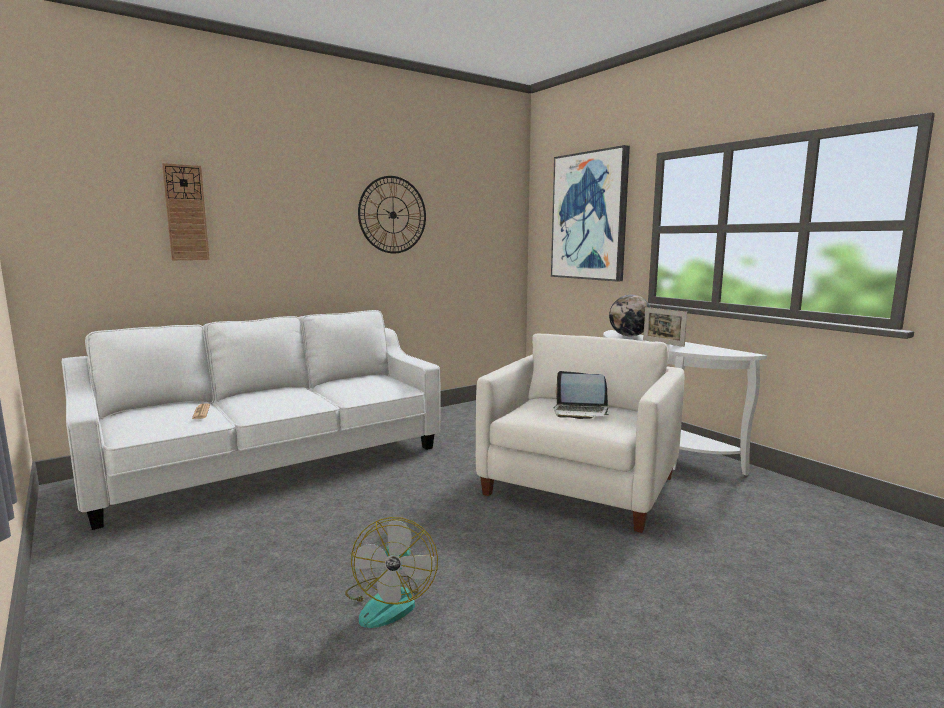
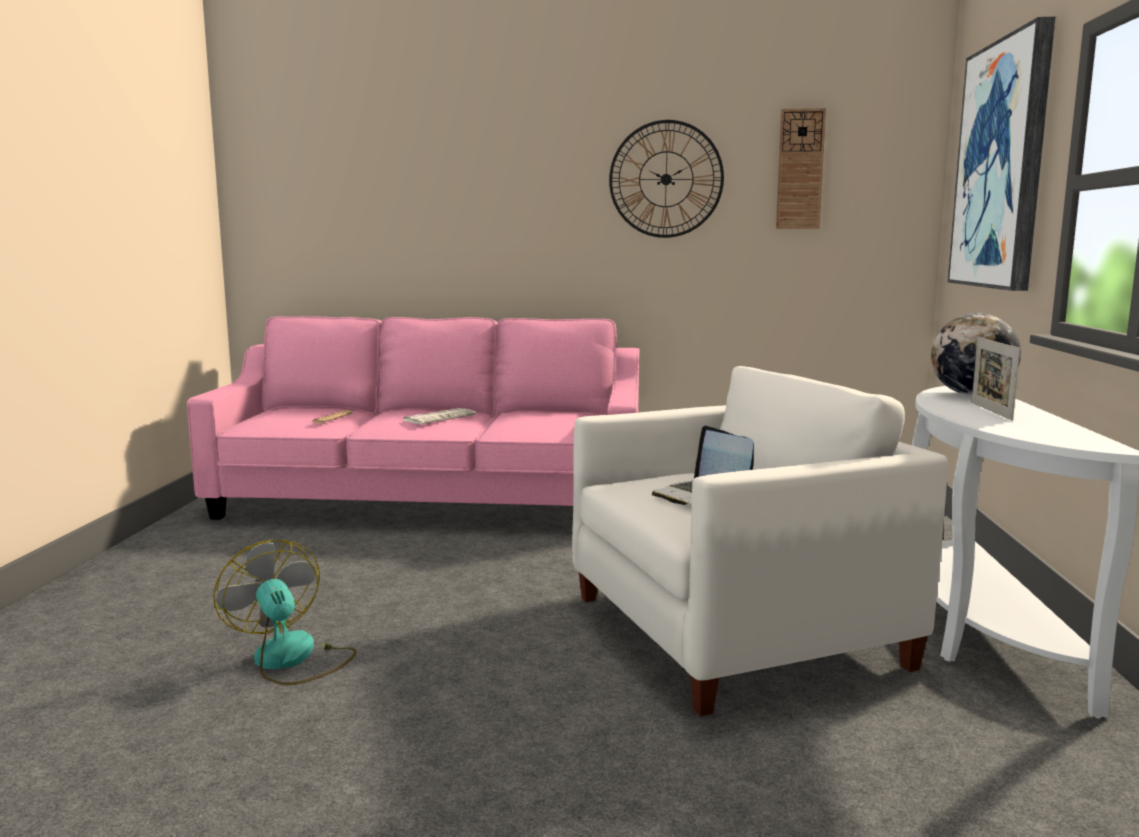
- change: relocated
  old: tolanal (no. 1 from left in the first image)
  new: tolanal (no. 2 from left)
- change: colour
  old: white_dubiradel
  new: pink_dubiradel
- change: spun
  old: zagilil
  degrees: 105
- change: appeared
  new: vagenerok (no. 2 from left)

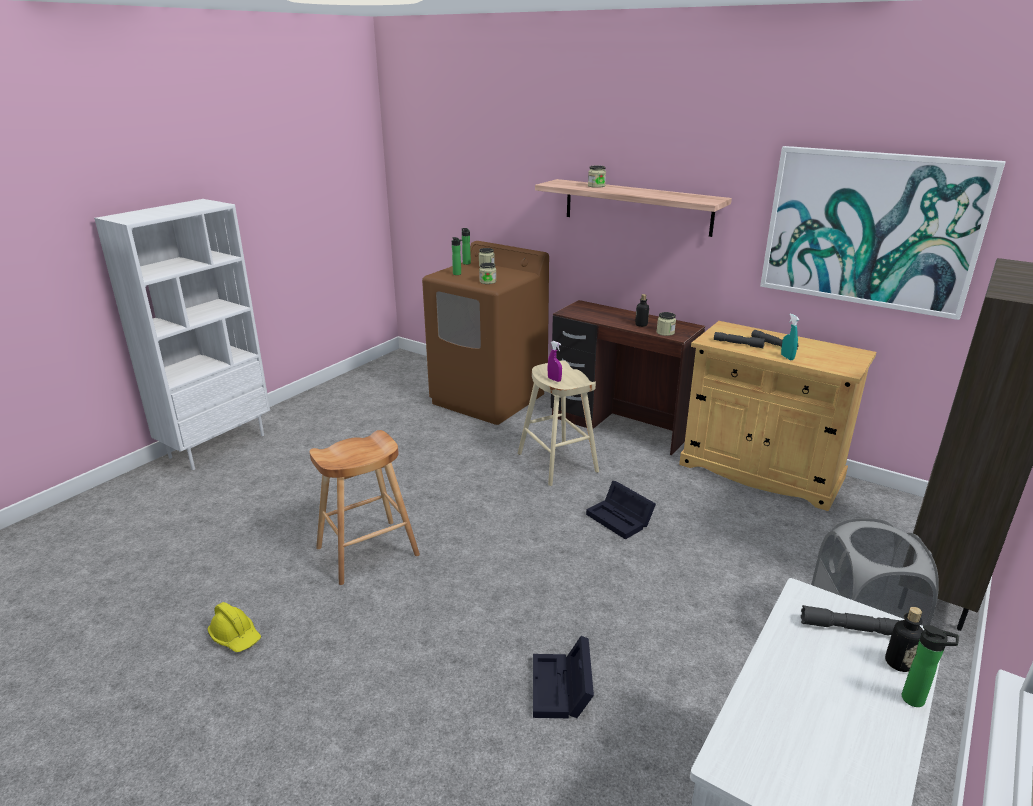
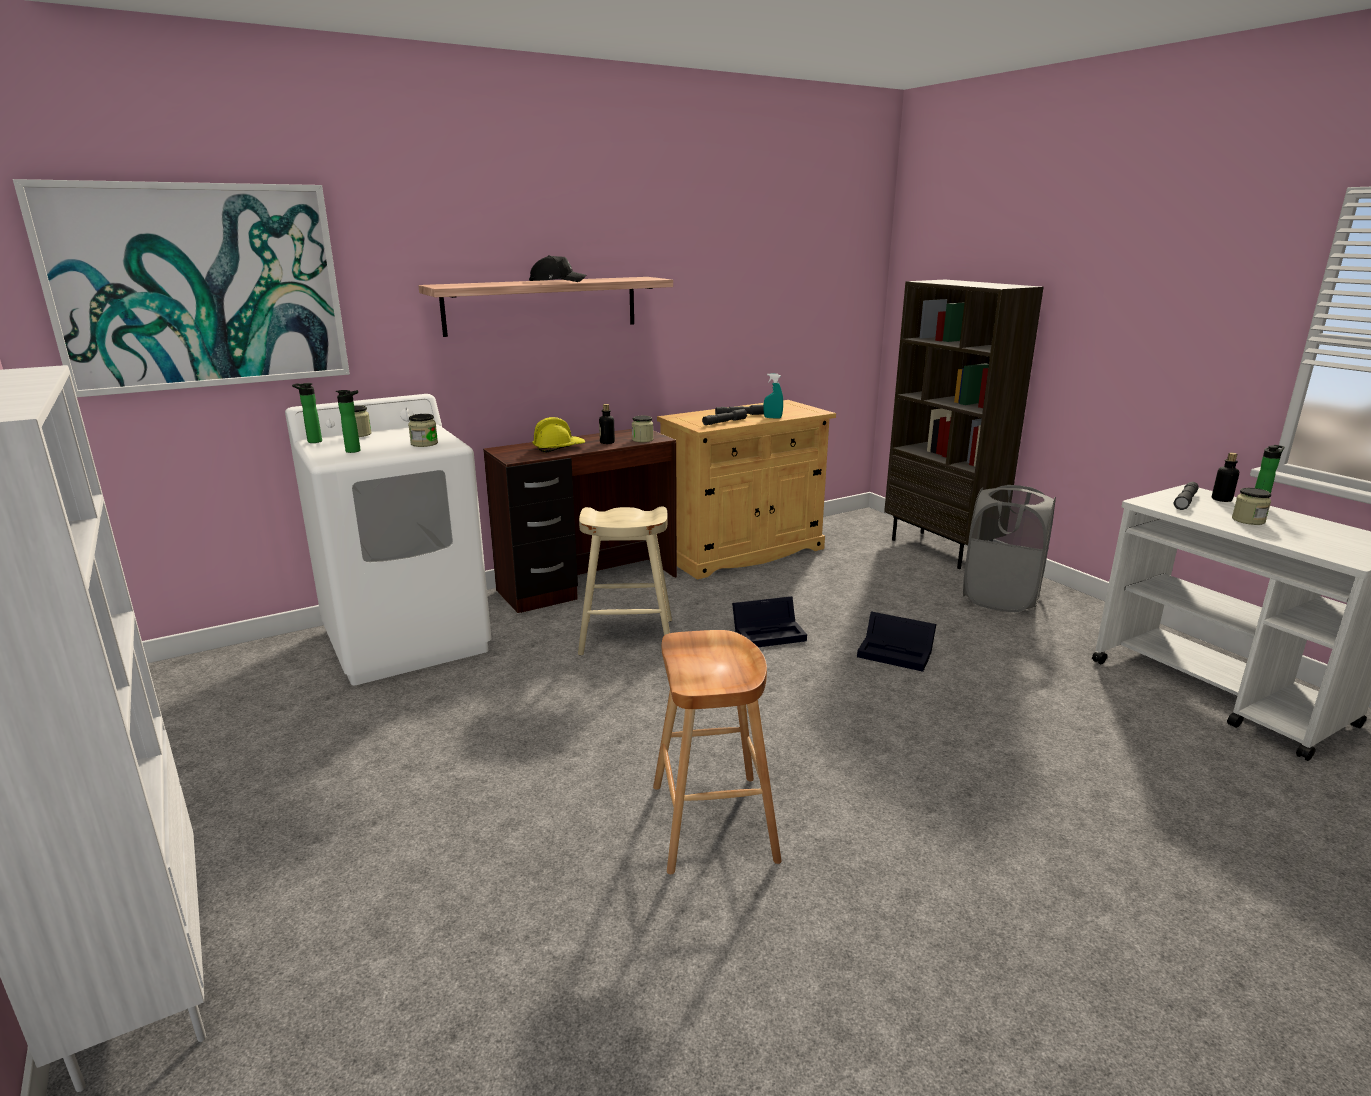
- change: relocated
  old: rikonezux
- change: relocated
  old: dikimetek (no. 3 from left in the first image)
  new: dikimetek (no. 4 from left)
- change: colour
  old: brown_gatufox
  new: white_gatufox
- change: missing
  old: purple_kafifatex
- change: relocated
  old: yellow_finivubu
- change: relocated
  old: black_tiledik (no. 1 from left in the first image)
  new: black_tiledik (no. 2 from left)
- change: appeared
  new: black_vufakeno

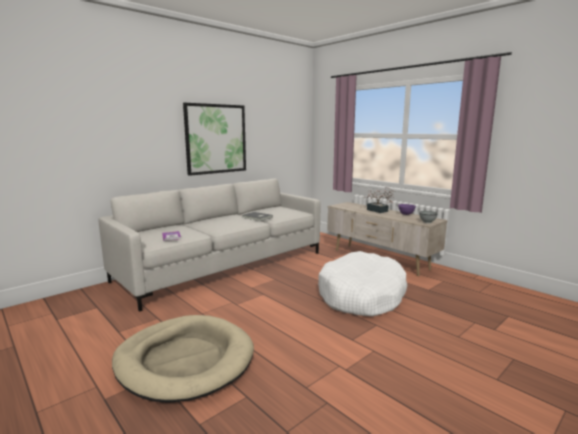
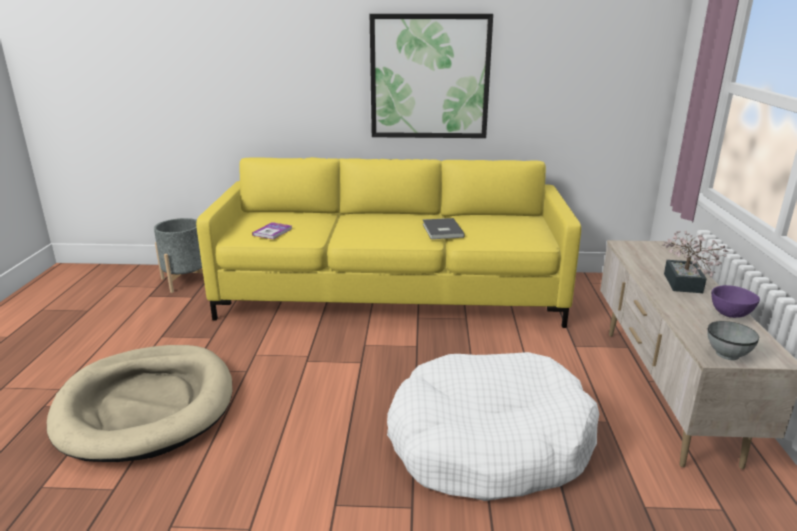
- change: colour
  old: grey_dubiradel
  new: yellow_dubiradel
- change: appeared
  new: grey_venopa

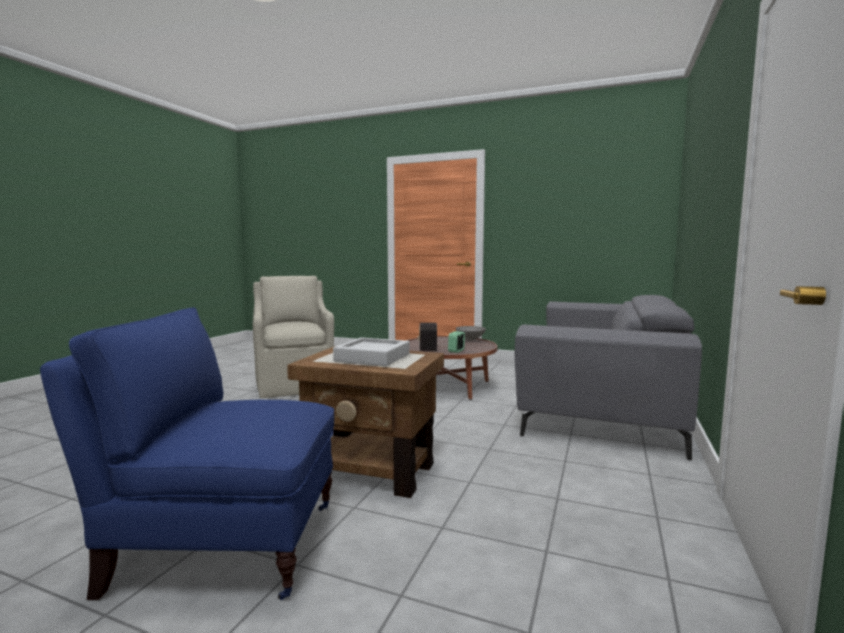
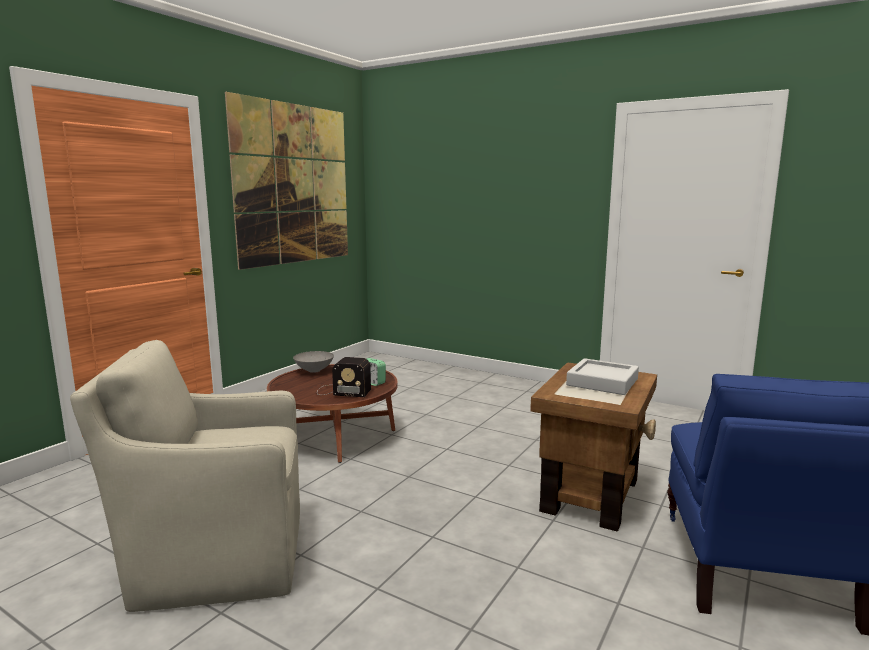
- change: missing
  old: grey_dubiradel
- change: appeared
  new: rikonezux

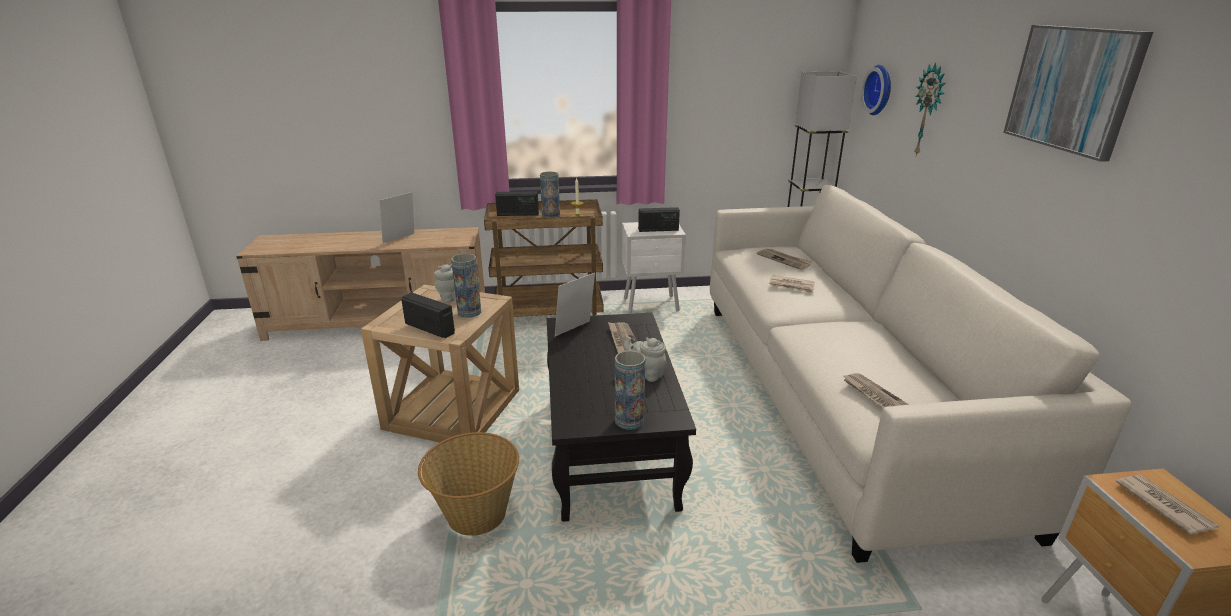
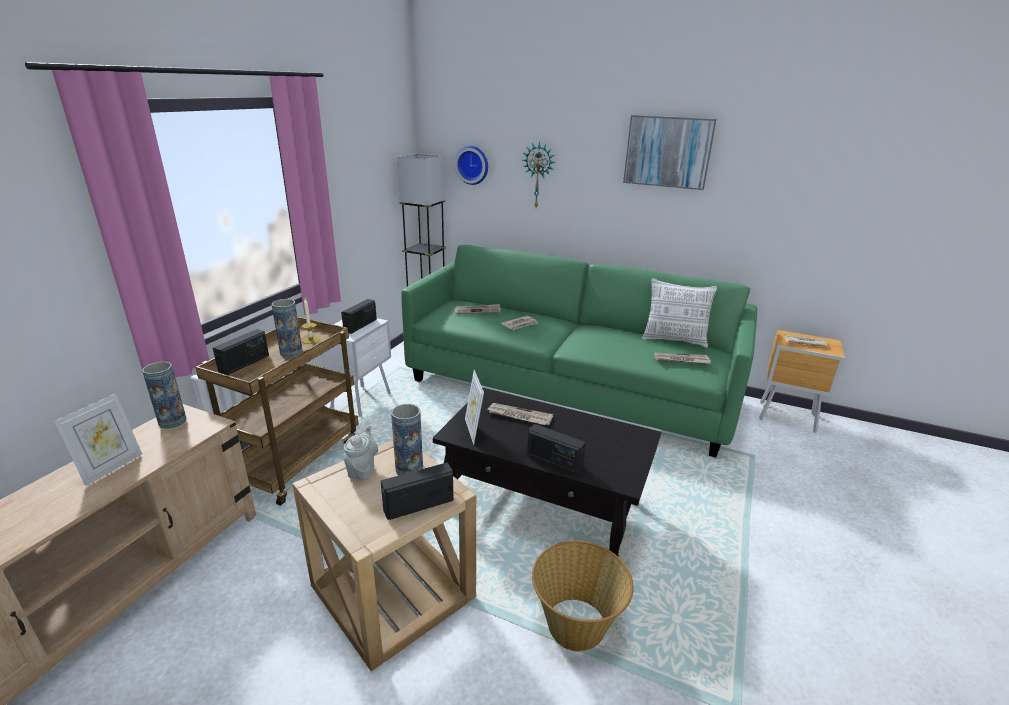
- change: colour
  old: white_dubiradel
  new: green_dubiradel
- change: spun
  old: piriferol (no. 1 from left)
  degrees: -135
- change: missing
  old: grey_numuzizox (no. 2 from left)
- change: relocated
  old: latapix (no. 3 from left in the first image)
  new: latapix (no. 1 from left)
- change: appeared
  new: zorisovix
- change: appeared
  new: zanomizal (no. 4 from left)

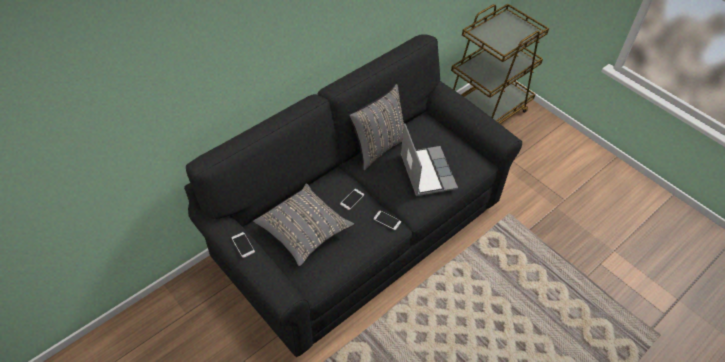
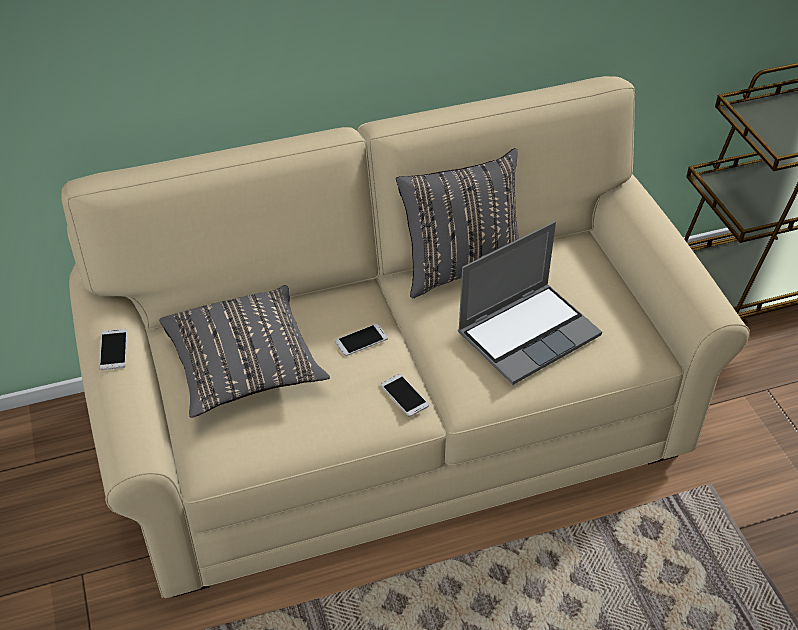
- change: colour
  old: black_dubiradel
  new: beige_dubiradel
- change: spun
  old: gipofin
  degrees: 45

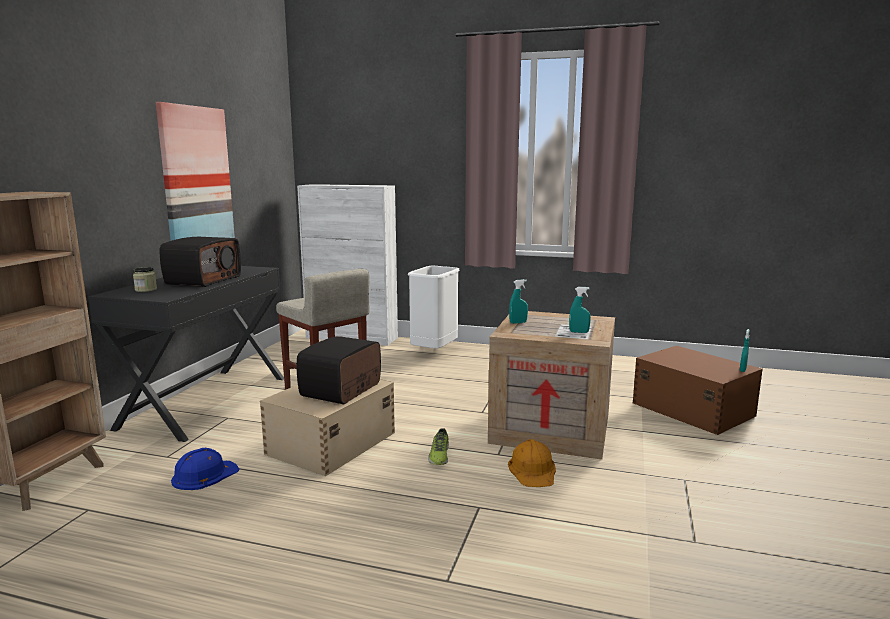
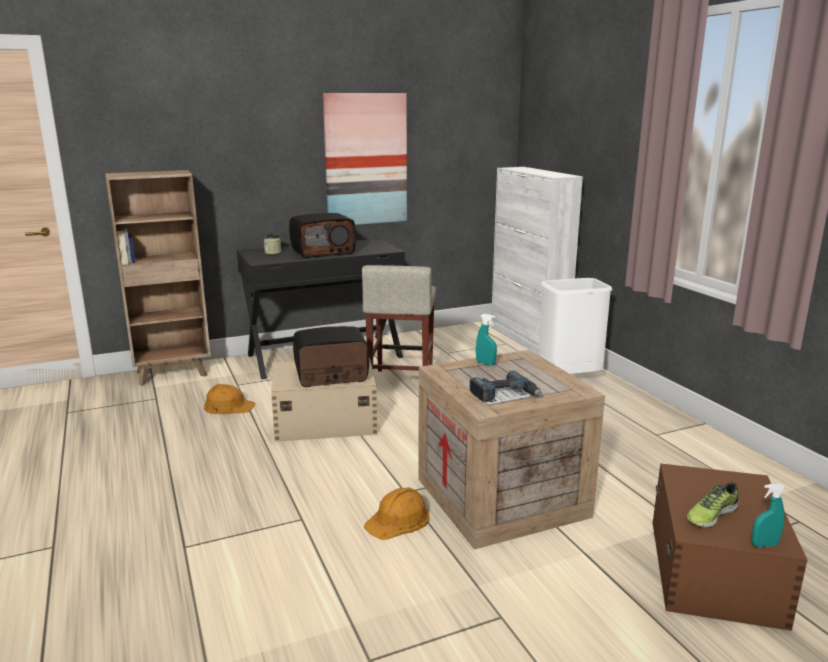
- change: exchanged
  old: turquoise_kafifatex (no. 2 from left)
  new: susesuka
- change: relocated
  old: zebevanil
- change: colour
  old: blue_finivubu
  new: orange_finivubu (no. 1 from left)

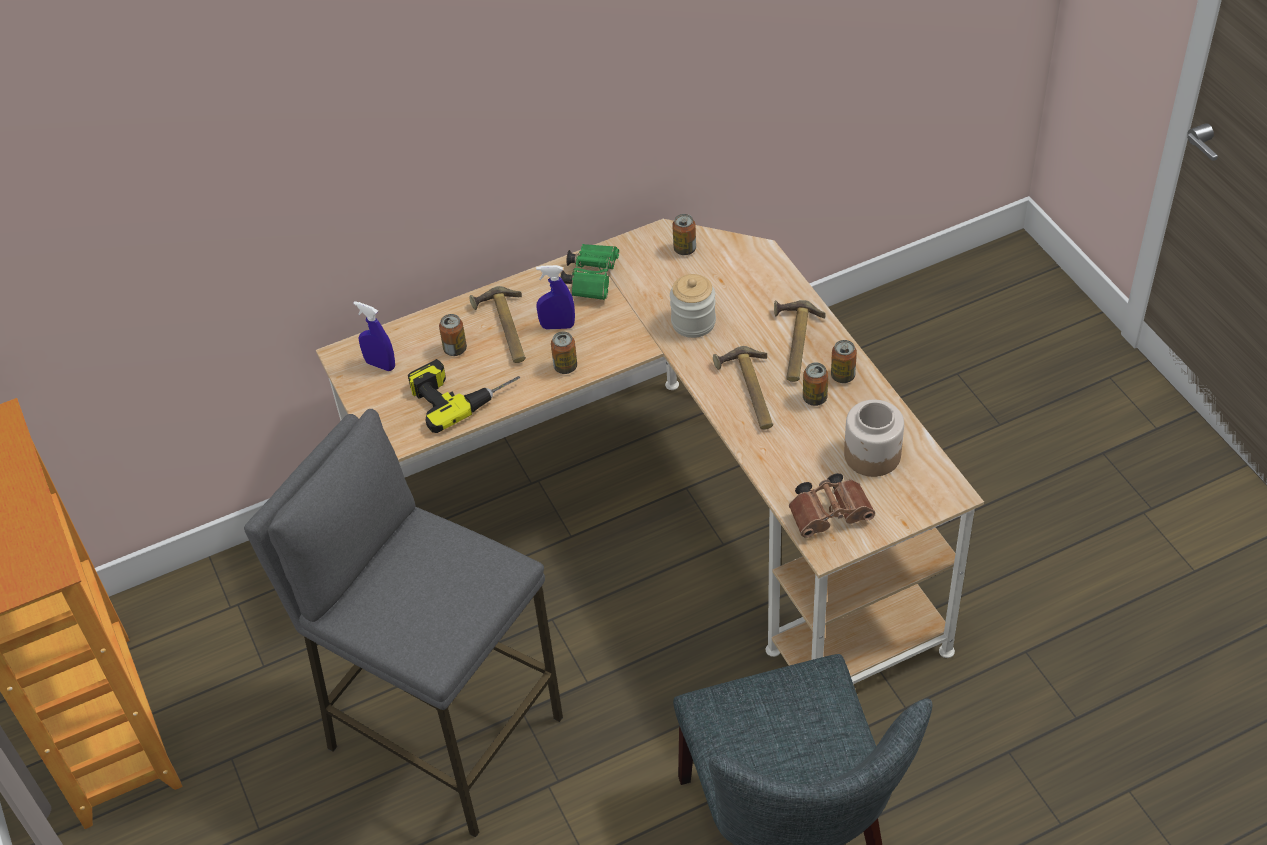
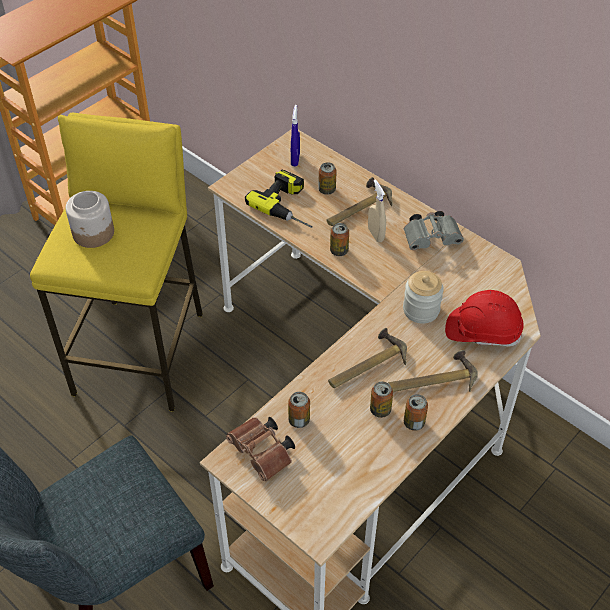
- change: relocated
  old: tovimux (no. 3 from left in the first image)
  new: tovimux (no. 1 from left)
- change: colour
  old: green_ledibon
  new: grey_ledibon
- change: colour
  old: blue_kafifatex (no. 2 from left)
  new: beige_kafifatex
- change: relocated
  old: dikimetek (no. 2 from left in the first image)
  new: dikimetek (no. 1 from left)
- change: colour
  old: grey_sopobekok
  new: yellow_sopobekok
- change: appeared
  new: red_finivubu

